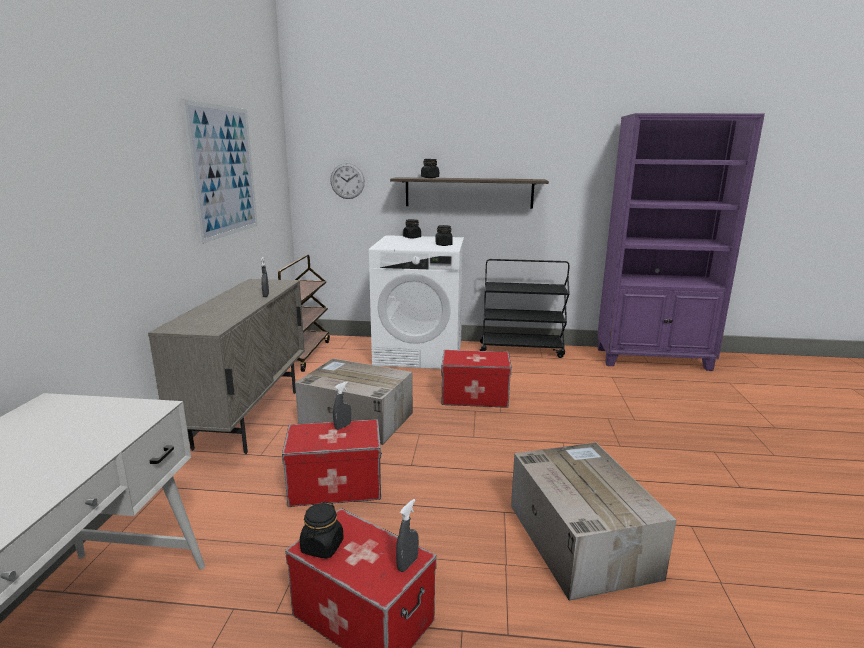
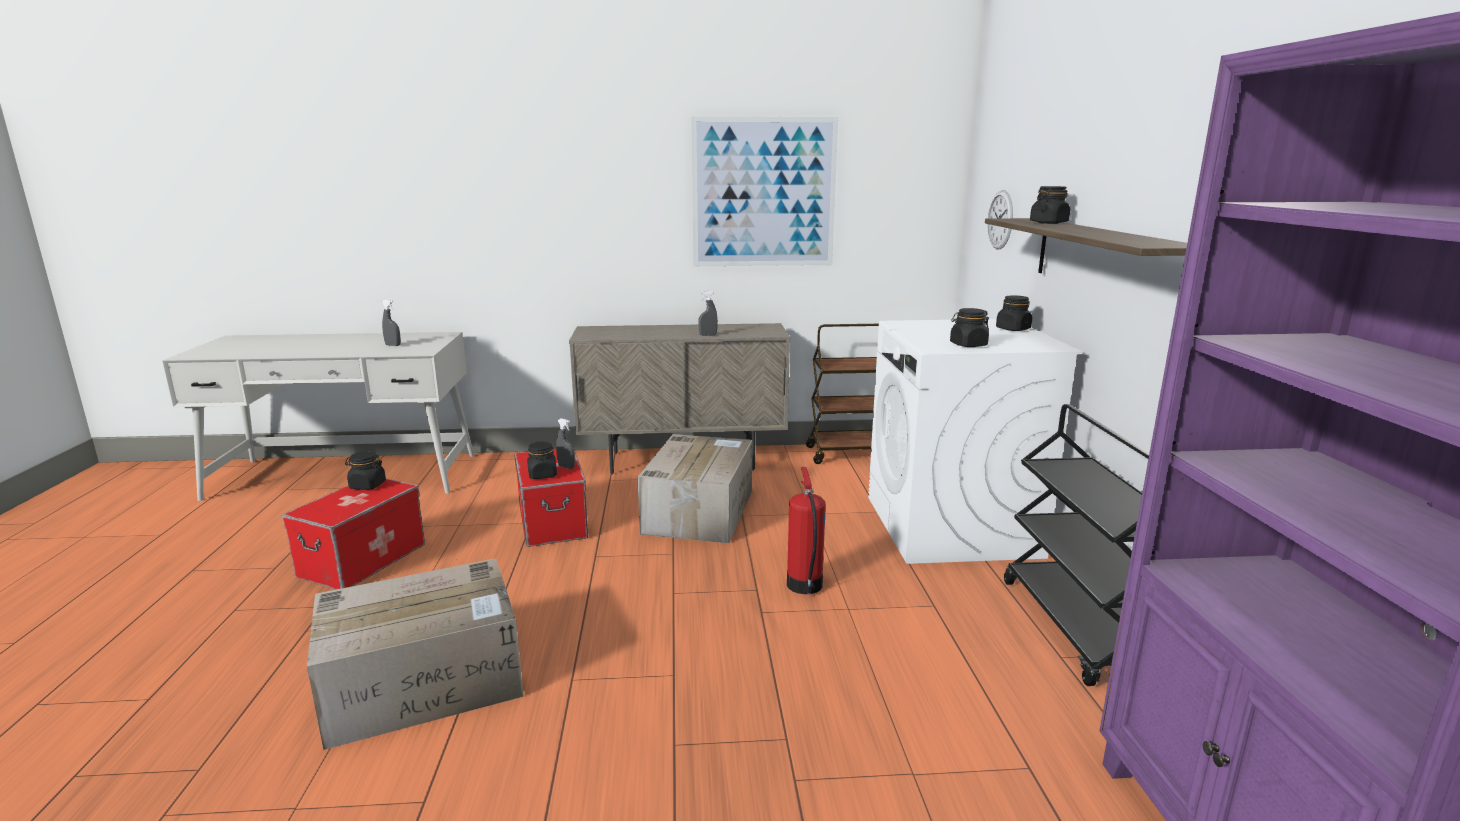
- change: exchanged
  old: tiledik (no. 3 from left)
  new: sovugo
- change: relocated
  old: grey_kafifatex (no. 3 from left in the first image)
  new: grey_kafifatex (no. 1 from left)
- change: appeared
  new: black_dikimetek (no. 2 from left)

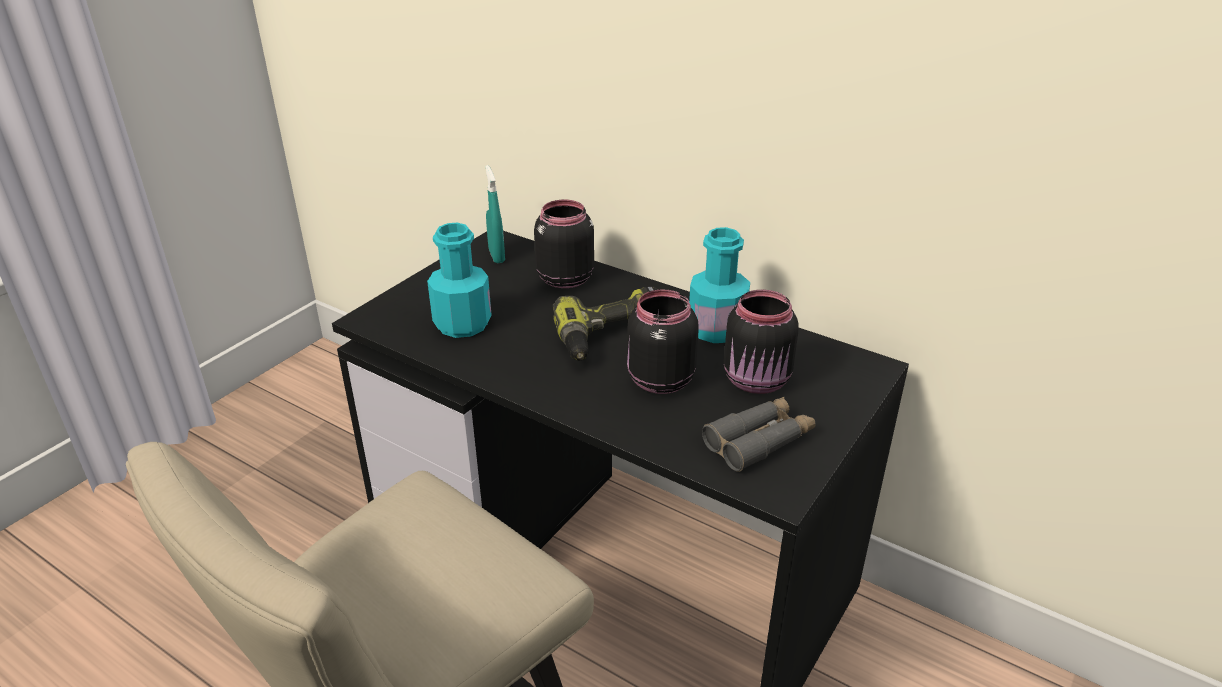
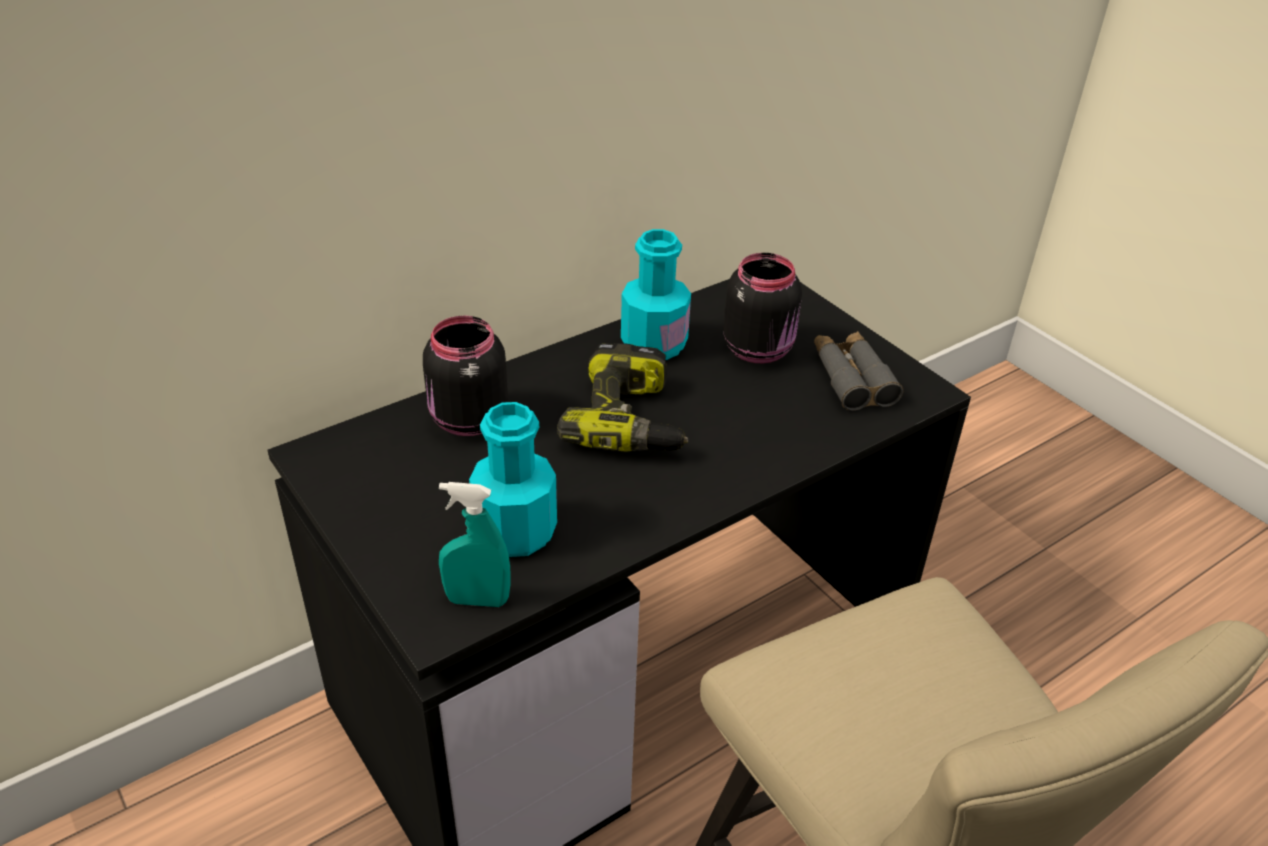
- change: relocated
  old: turquoise_kafifatex
- change: missing
  old: black_dikimetek (no. 2 from left)

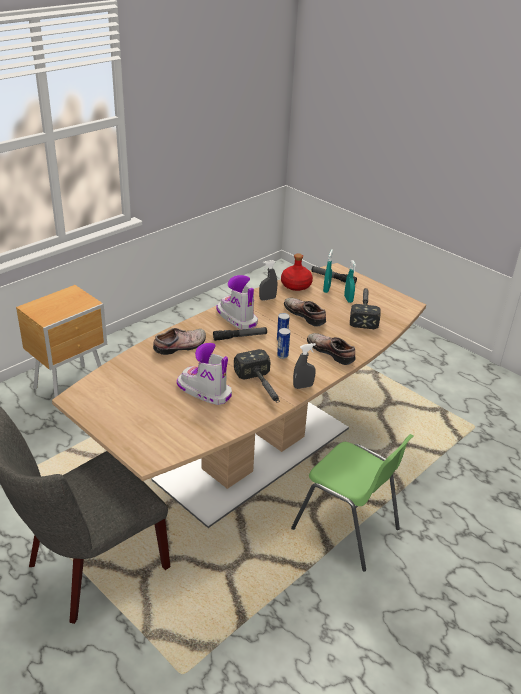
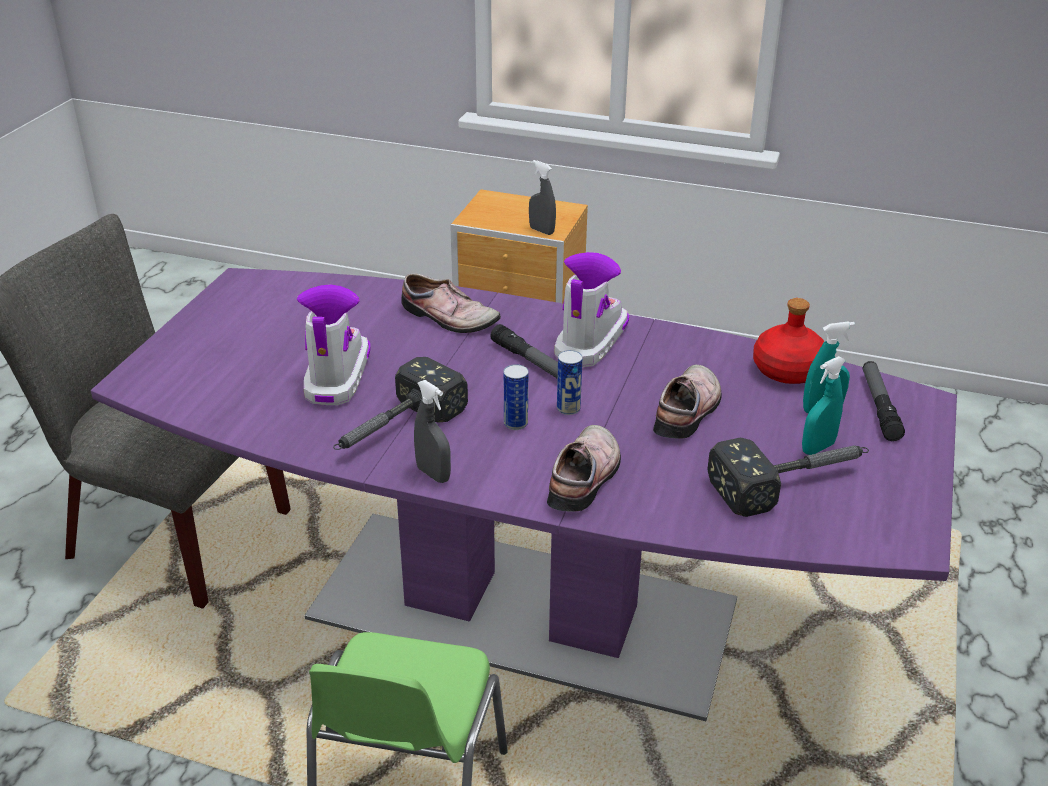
- change: relocated
  old: grey_kafifatex (no. 1 from left in the first image)
  new: grey_kafifatex (no. 2 from left)
- change: colour
  old: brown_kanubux
  new: purple_kanubux

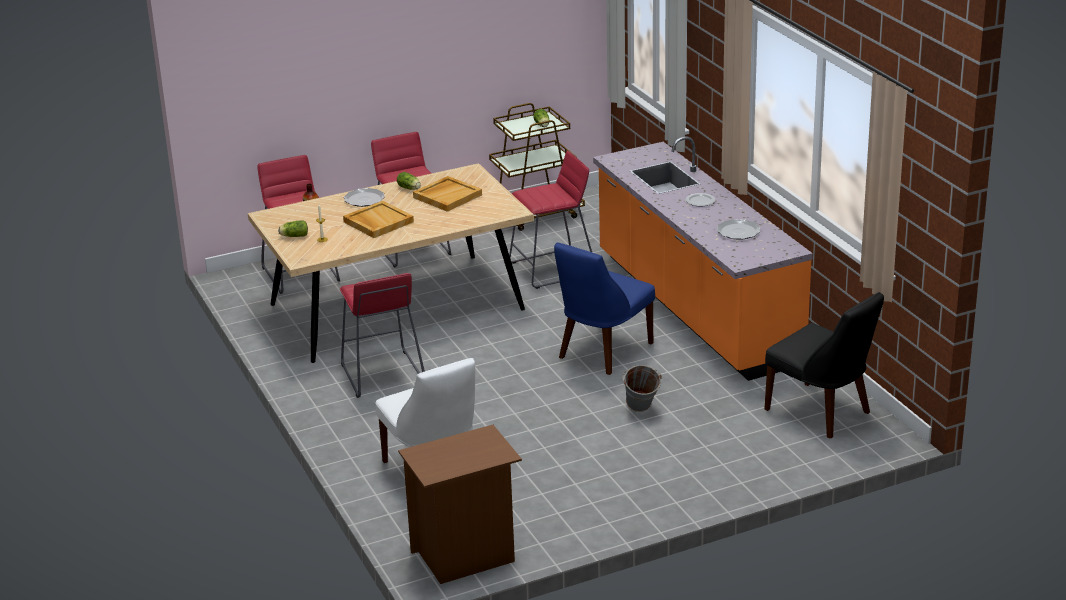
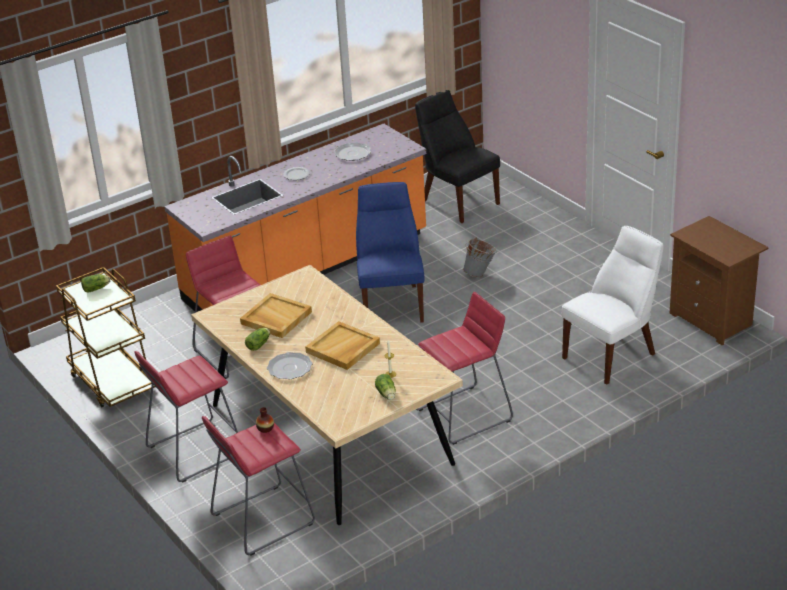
- change: spun
  old: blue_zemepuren
  degrees: -120
- change: spun
  old: black_zemepuren
  degrees: -75

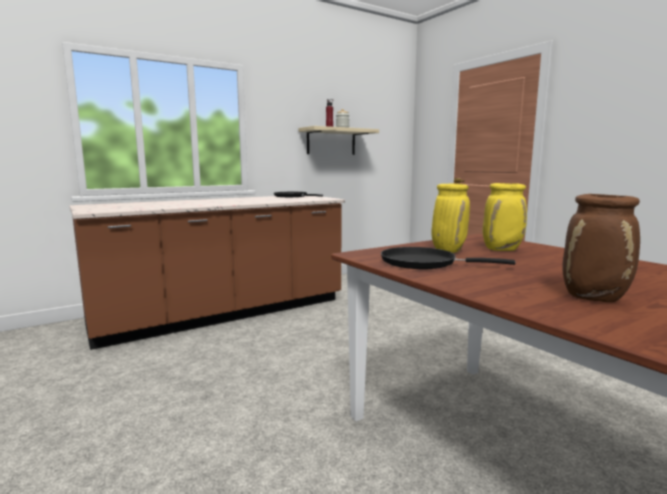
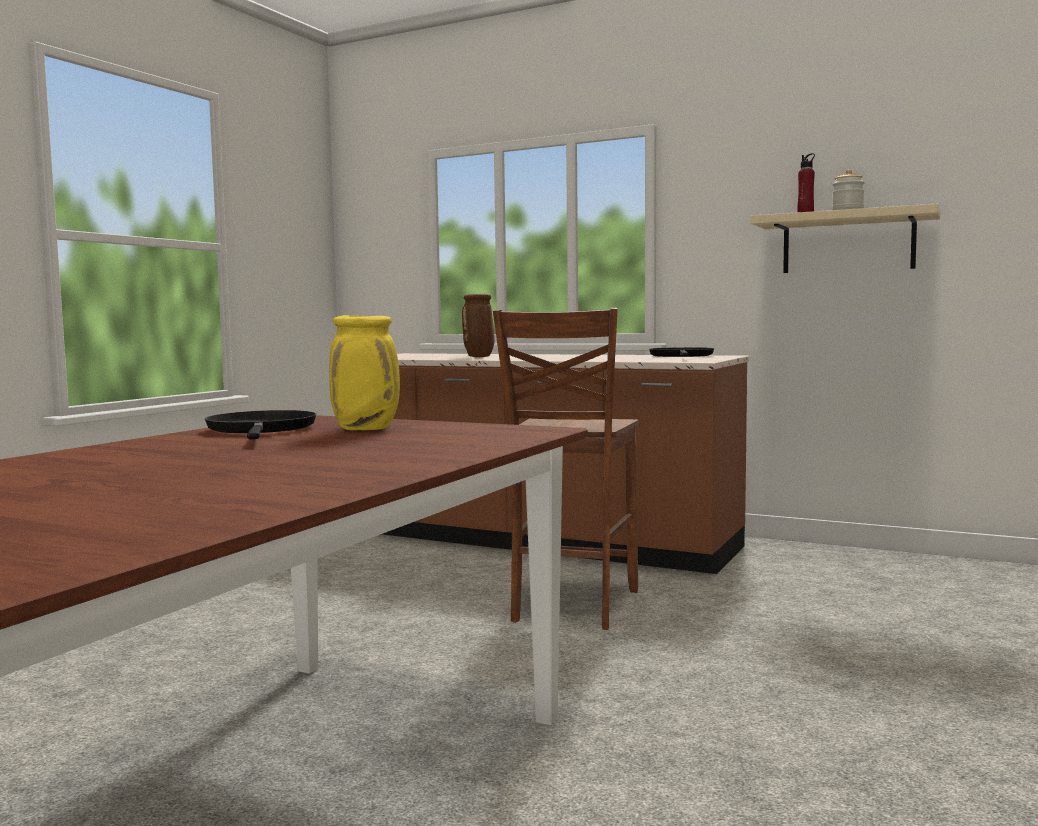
- change: missing
  old: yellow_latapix (no. 2 from left)
- change: relocated
  old: brown_latapix
- change: appeared
  new: brown_zemepuren

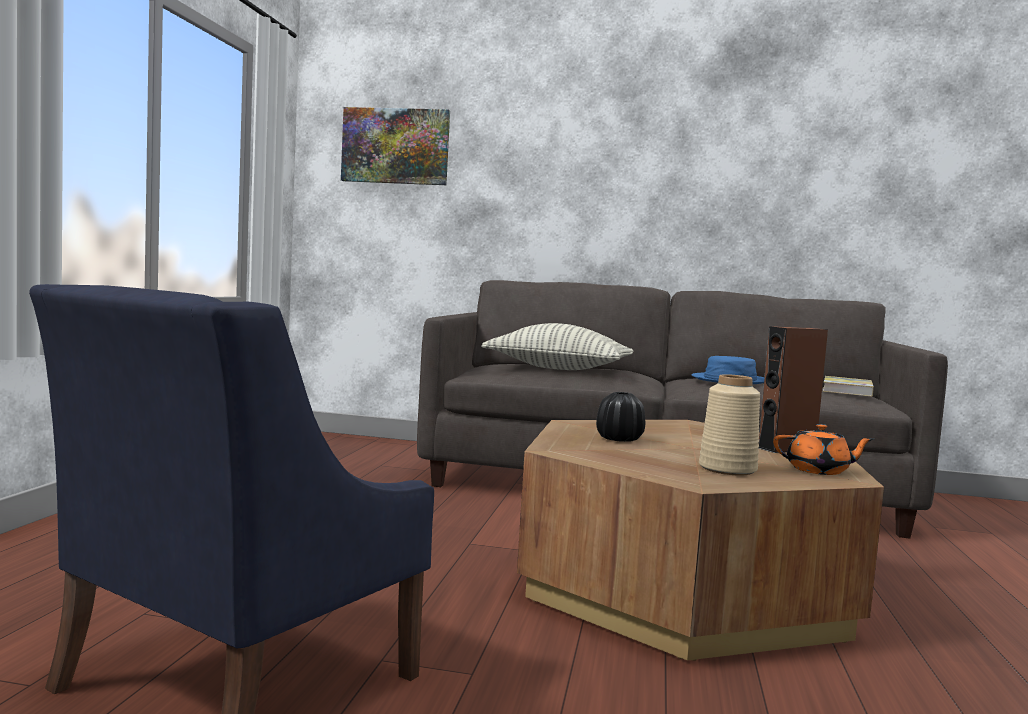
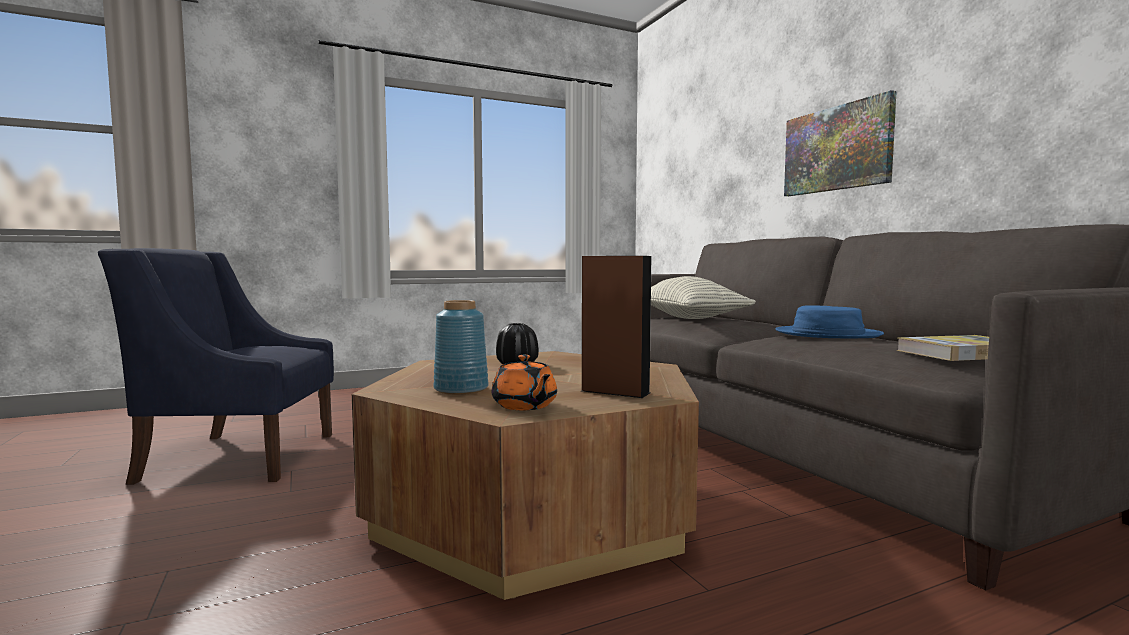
- change: relocated
  old: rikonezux
- change: colour
  old: beige_latapix
  new: blue_latapix

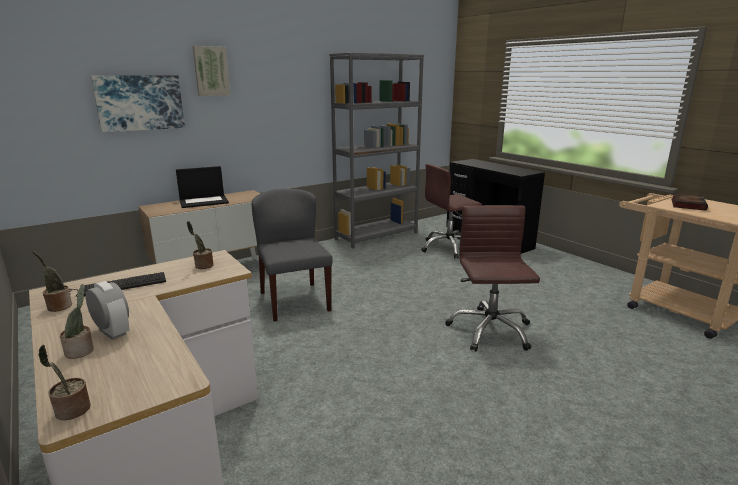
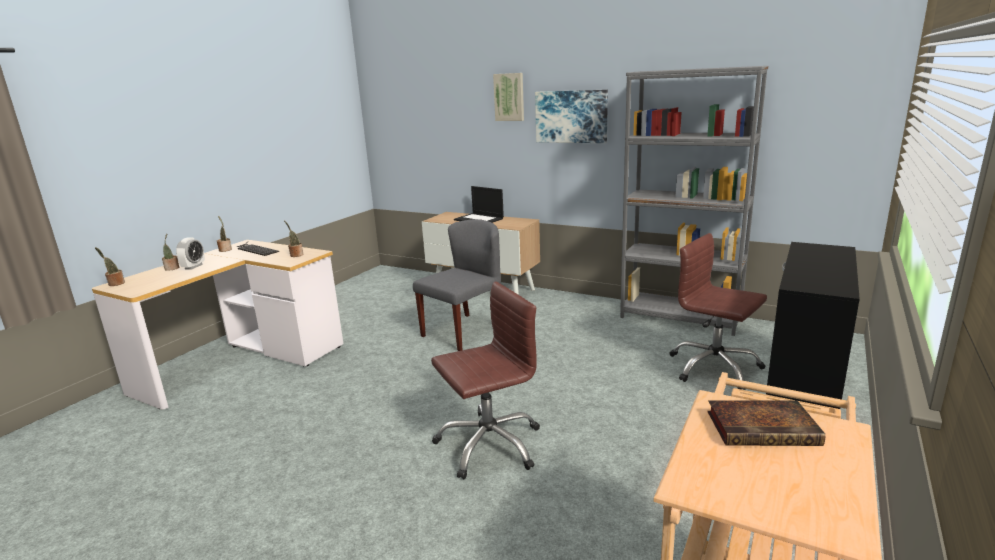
- change: relocated
  old: rikonezux (no. 1 from left in the first image)
  new: rikonezux (no. 2 from left)

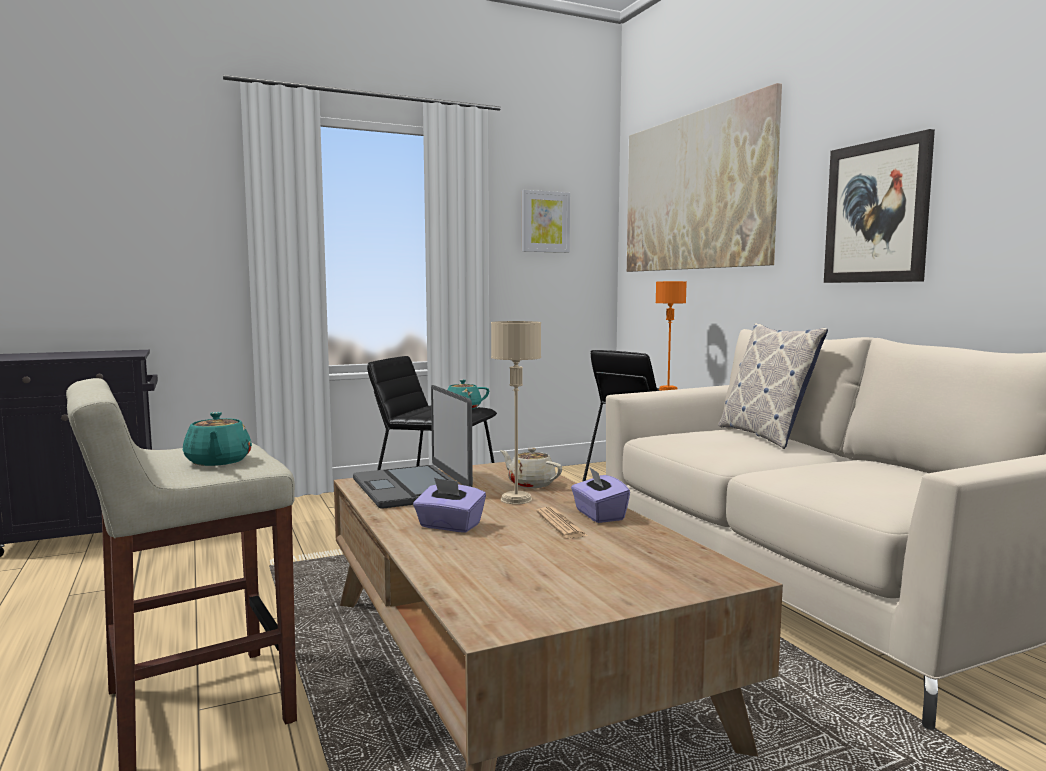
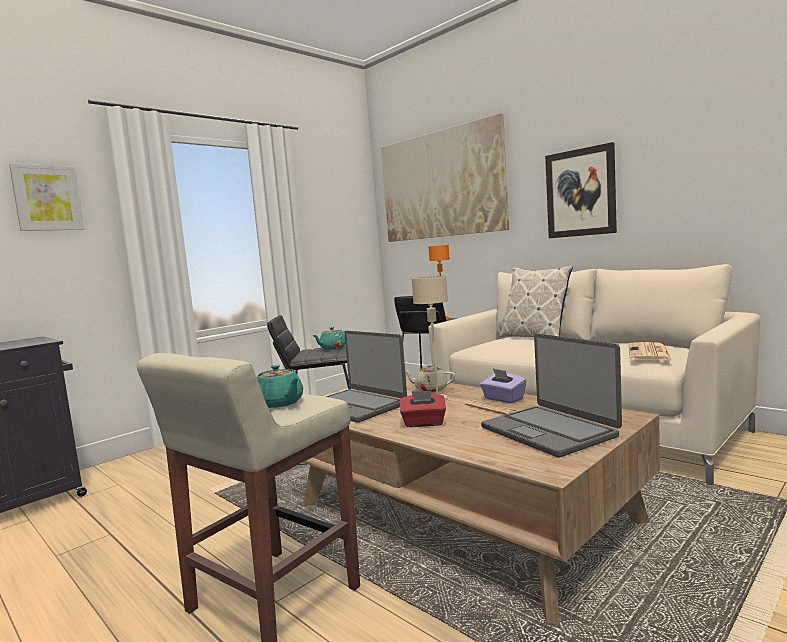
- change: relocated
  old: rikonezux (no. 1 from left)
- change: colour
  old: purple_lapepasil (no. 1 from left)
  new: red_lapepasil
- change: appeared
  new: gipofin (no. 2 from left)
- change: appeared
  new: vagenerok (no. 2 from left)

